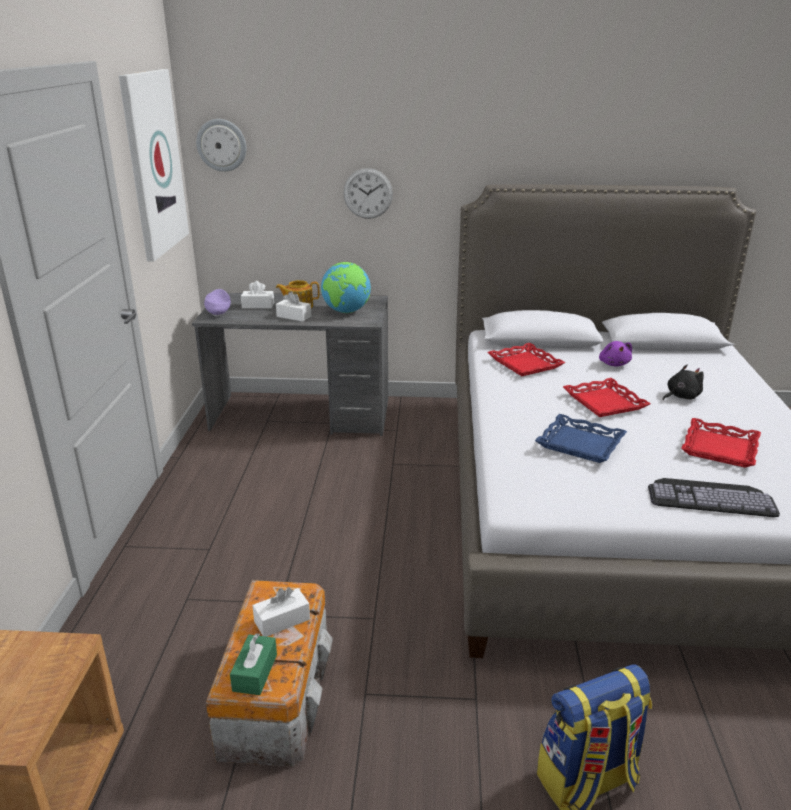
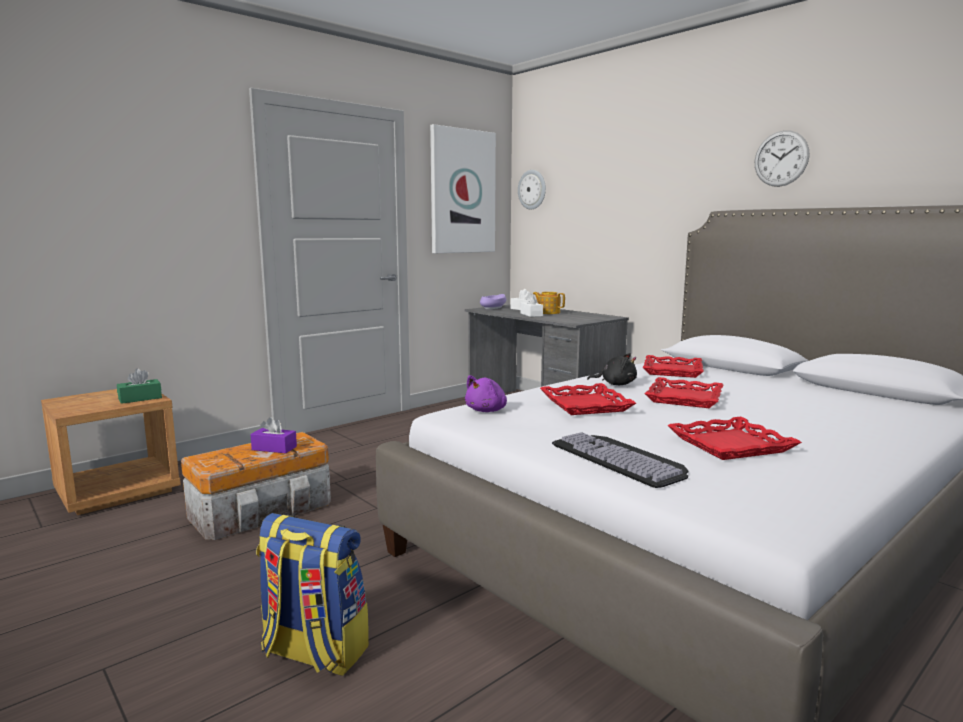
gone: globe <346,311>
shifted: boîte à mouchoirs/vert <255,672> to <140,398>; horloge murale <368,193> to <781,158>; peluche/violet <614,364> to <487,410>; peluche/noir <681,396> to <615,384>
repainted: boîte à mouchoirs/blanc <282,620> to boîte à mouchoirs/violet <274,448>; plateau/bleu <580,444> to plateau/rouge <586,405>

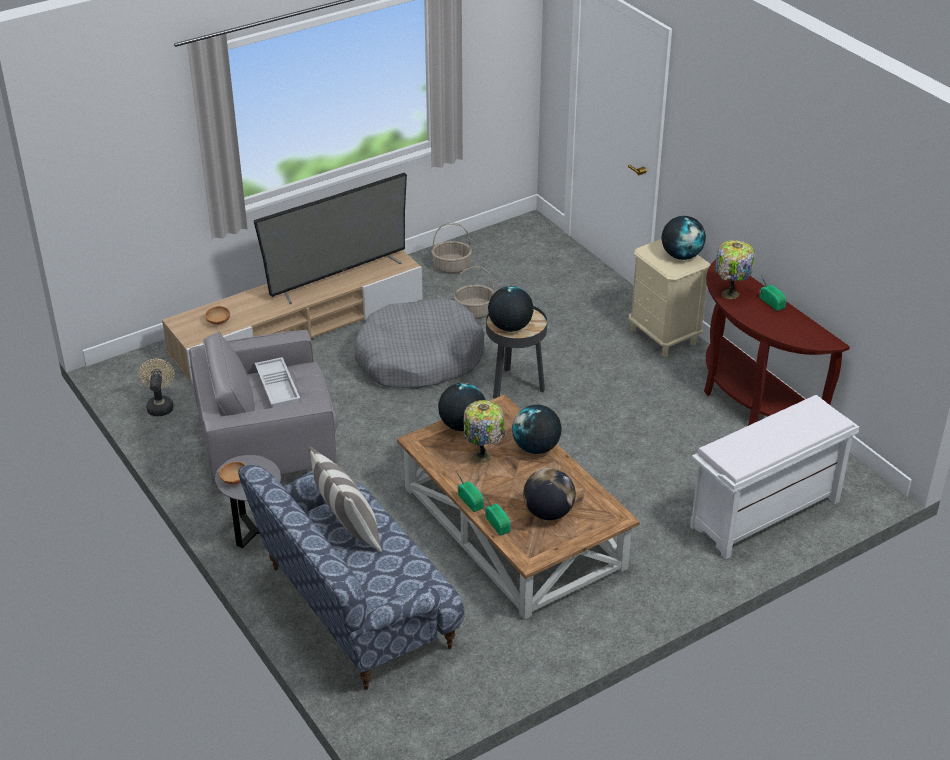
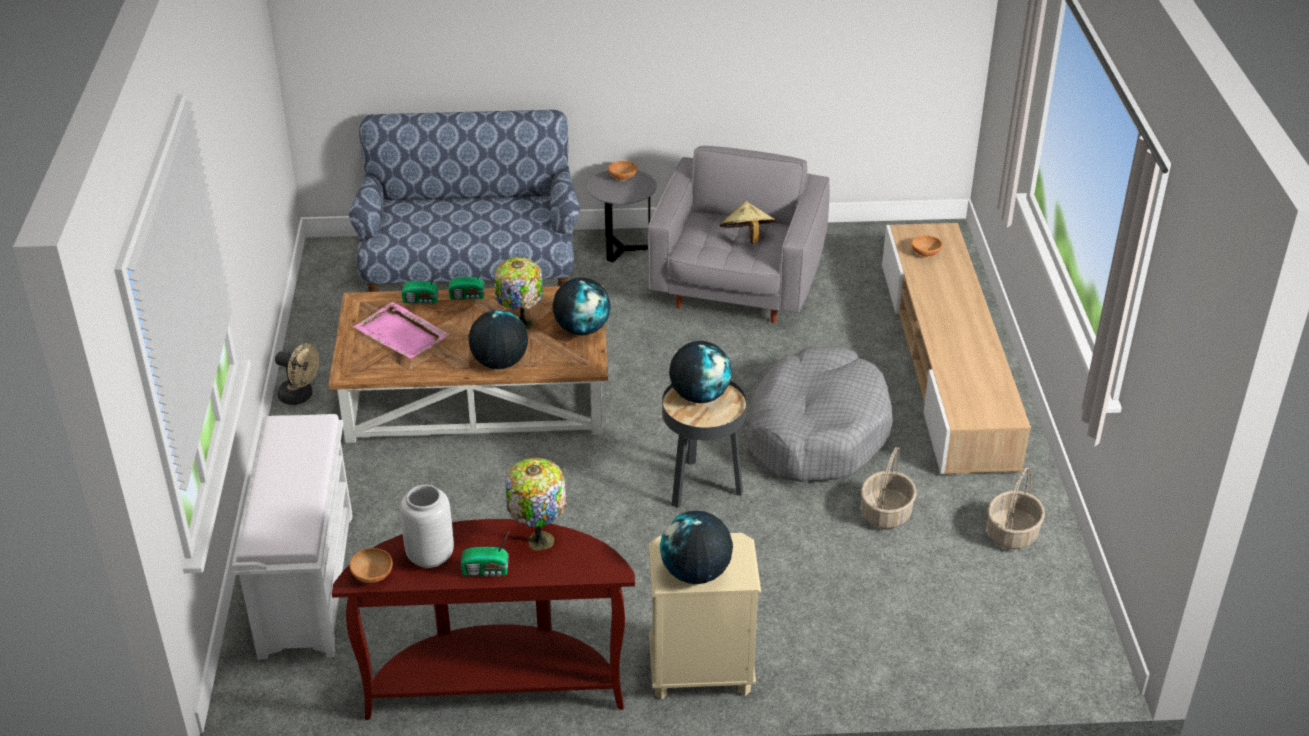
gone: téléviseur <338,276>; coussin <347,530>
new: bol/marron <372,576>; vase/gris <431,555>
shifted: ventilateur/beige <160,405> to <300,396>
swapped: plateau/blanc <279,388> to chapeau/beige <747,237>; globe <548,513> to plateau/rose <402,334>

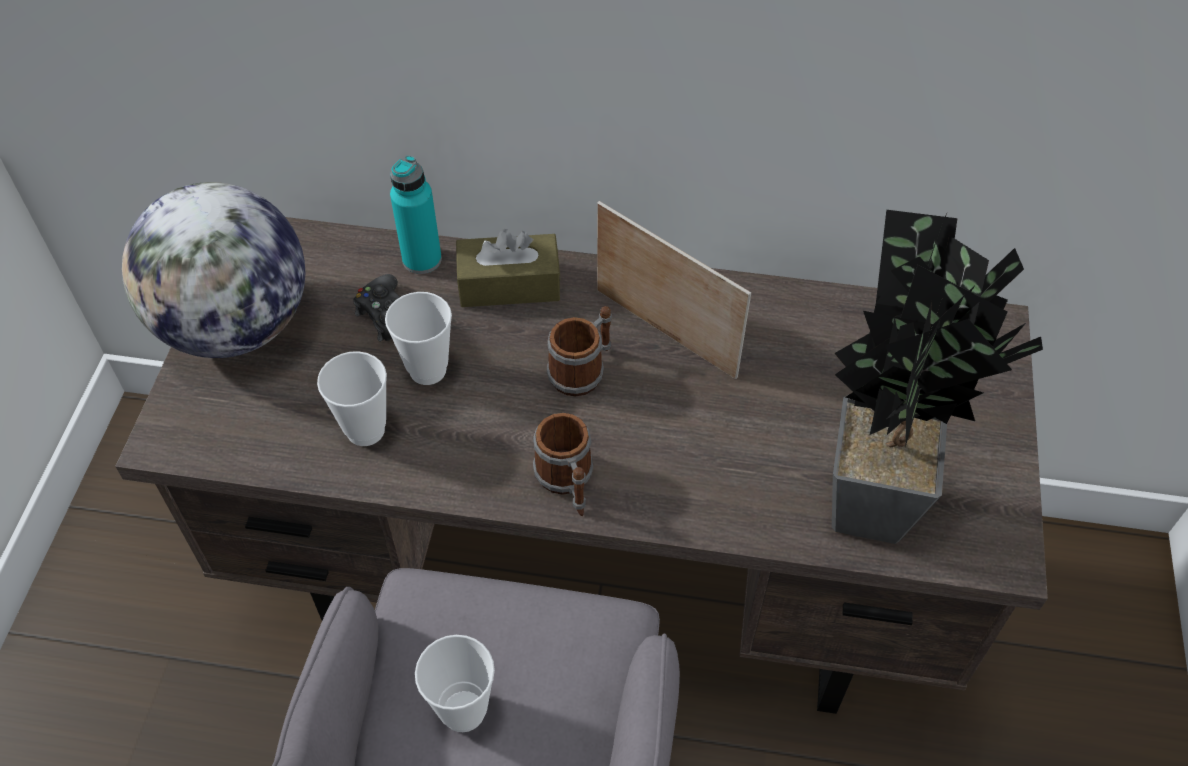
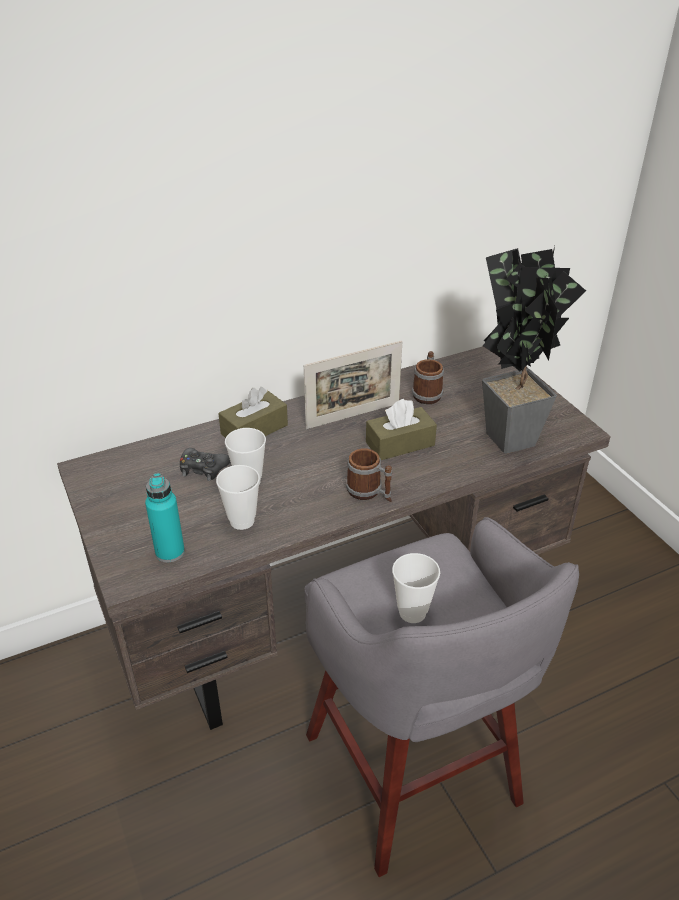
gone: globe <236,326>
new: boîte à mouchoirs/marron <400,444>
shifted: bouteille/turquoise <422,259> to <170,552>; mug <583,370> to <427,393>
rotated: cadre photo <665,332> = <353,416> 150 degrees clockwise

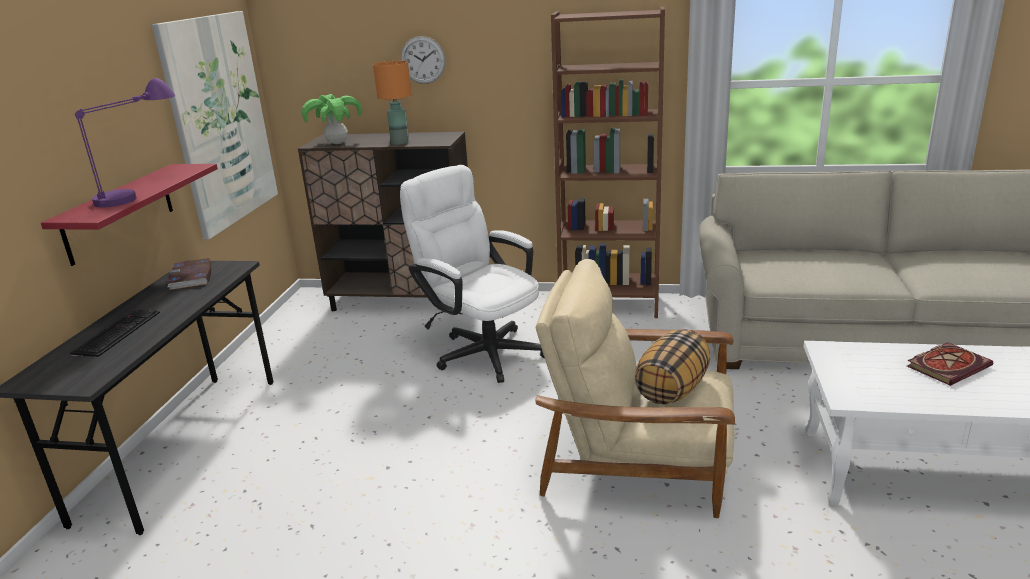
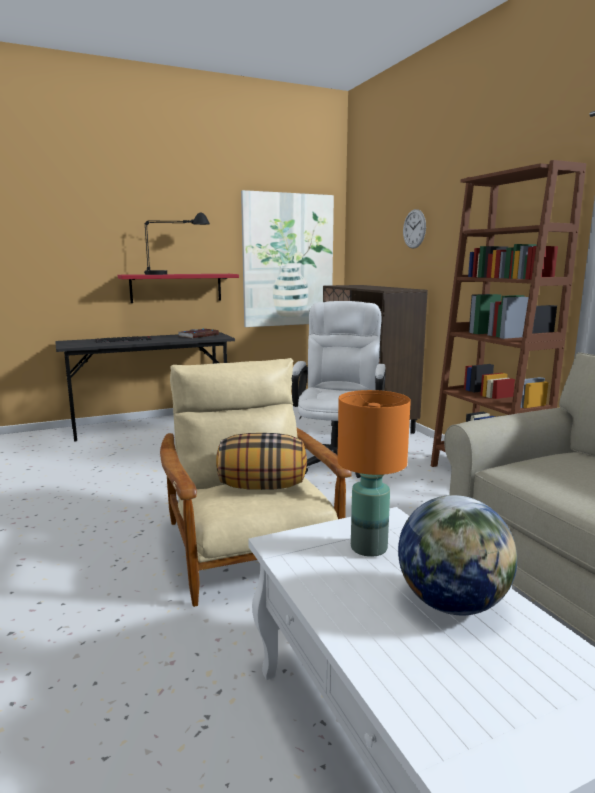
gone: plante en pot <337,143>
shifted: lampe de table/orange <400,143> to <370,548>
swapped: livre <948,365> to globe <452,604>
repainted: lampe de table/violet <143,191> to lampe de table/noir <176,274>

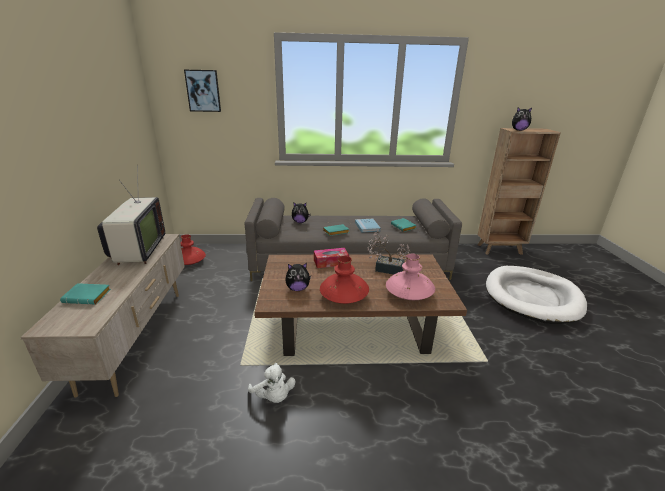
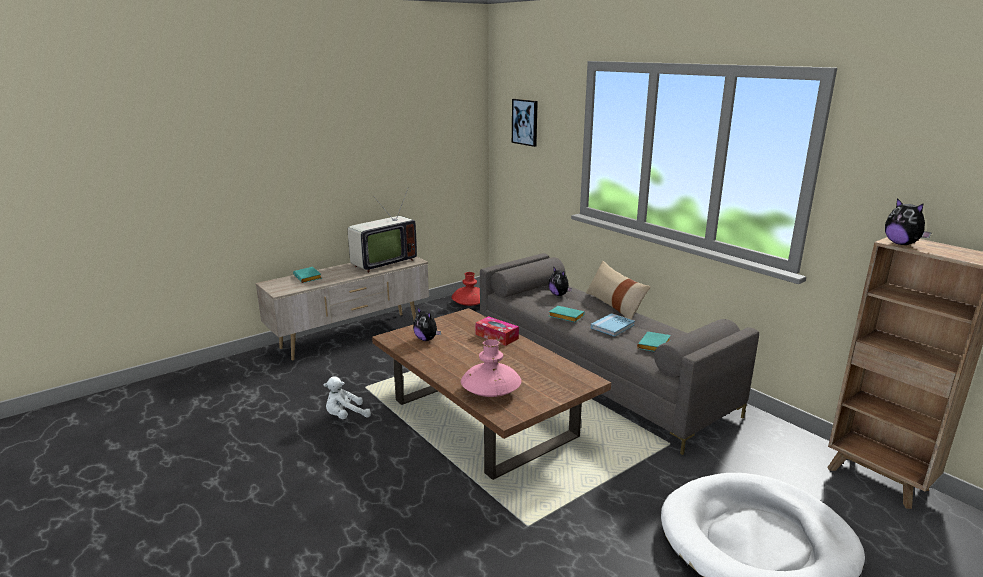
gone: vase/rouge <344,296>; plante en pot <386,268>
new: coussin/beige <614,305>
rotated: peluche/blanc <273,397> = <345,416> 45 degrees clockwise

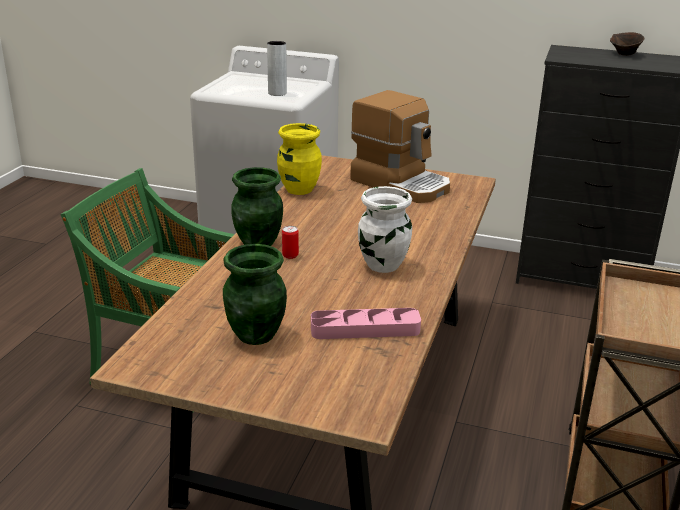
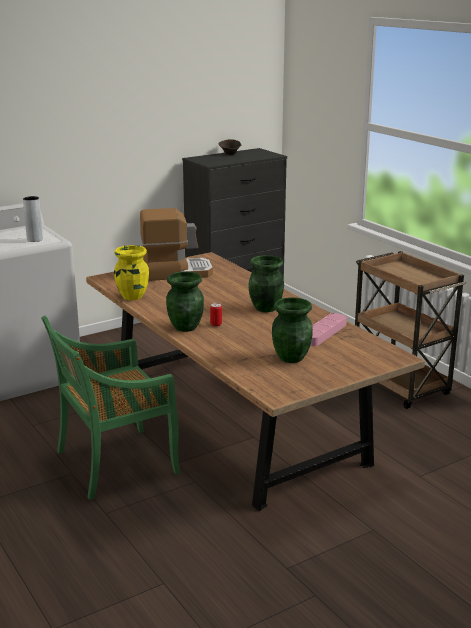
repainted: vase/blanc <382,265> to vase/vert <265,308>

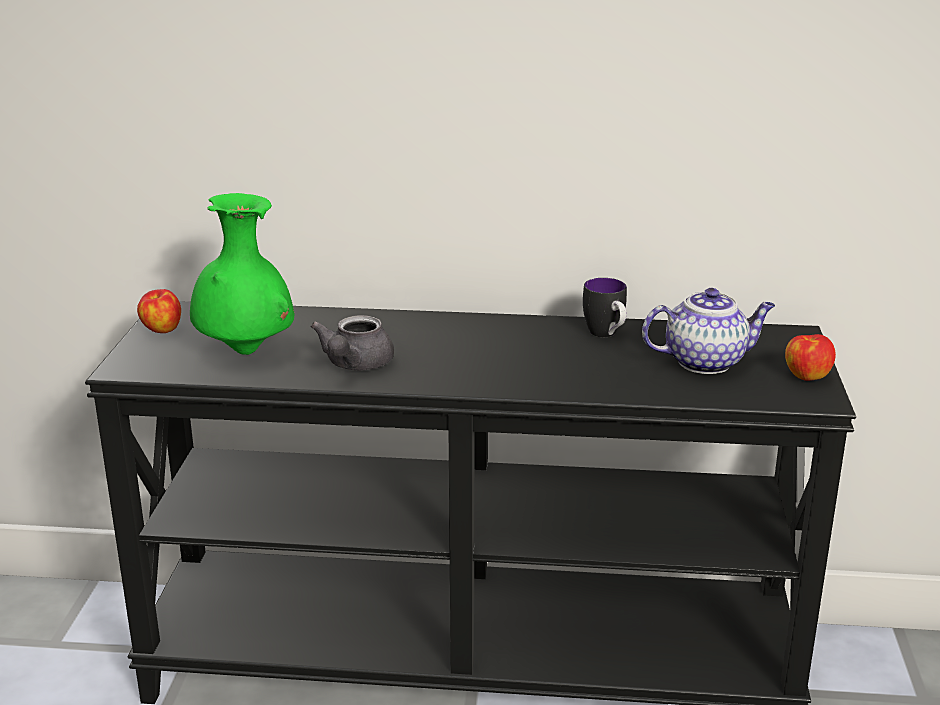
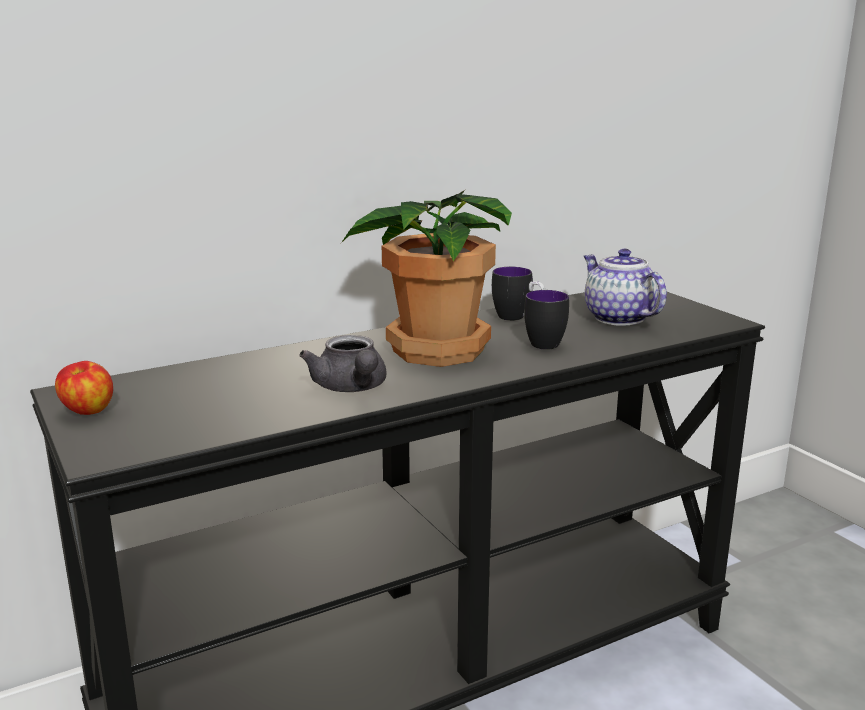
gone: vase/vert <246,351>; pomme <806,376>
new: plante en pot <434,349>; mug <543,342>
rotated: théière <706,362> = <617,318> 75 degrees counterclockwise

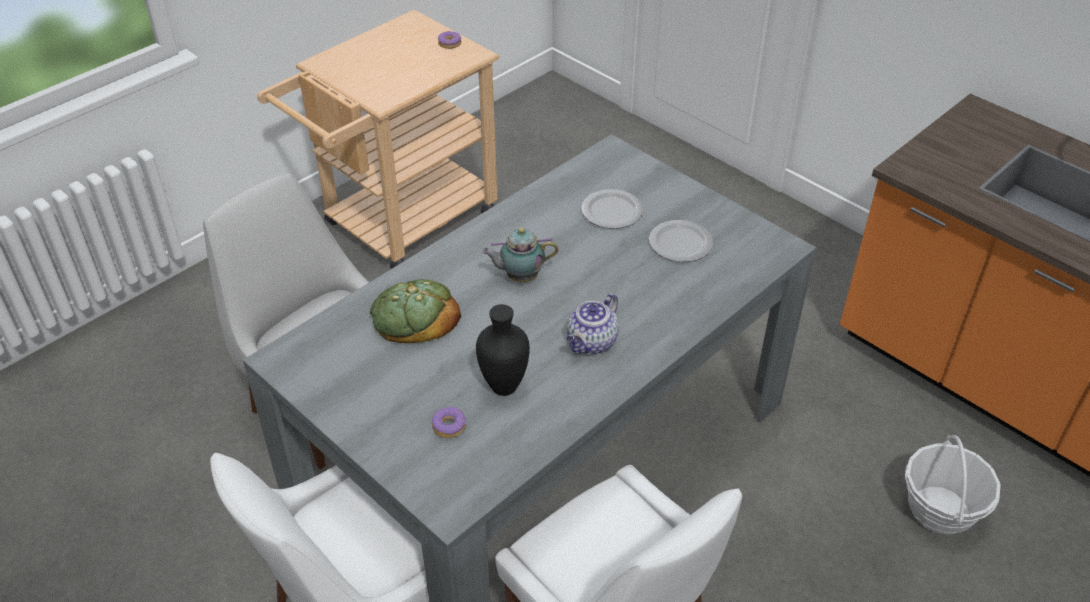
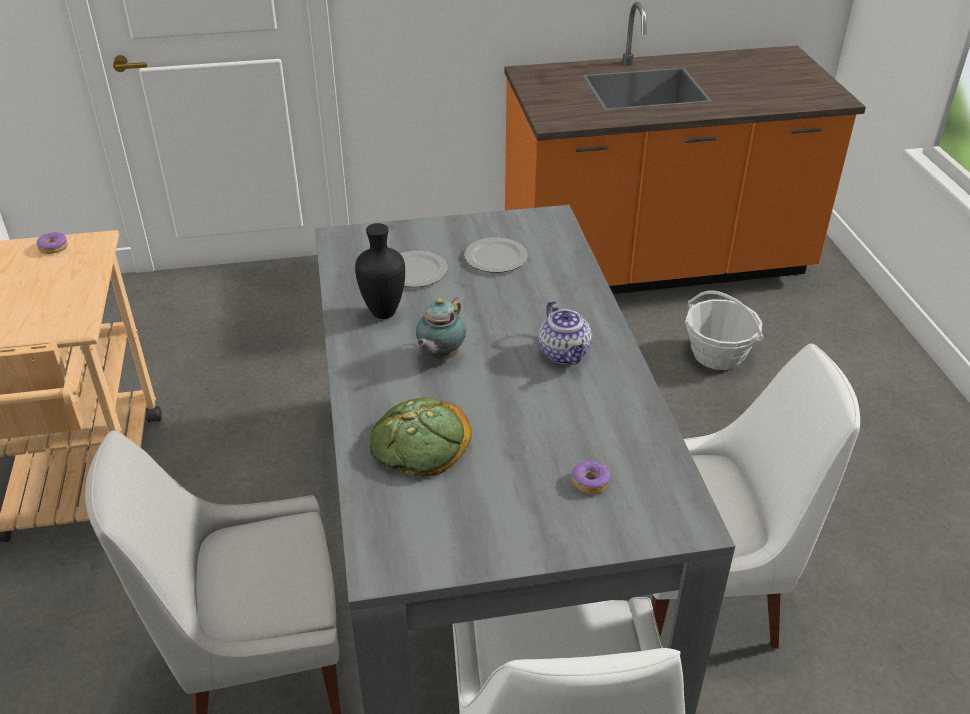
shifted: vase/noir <504,388> to <385,313>

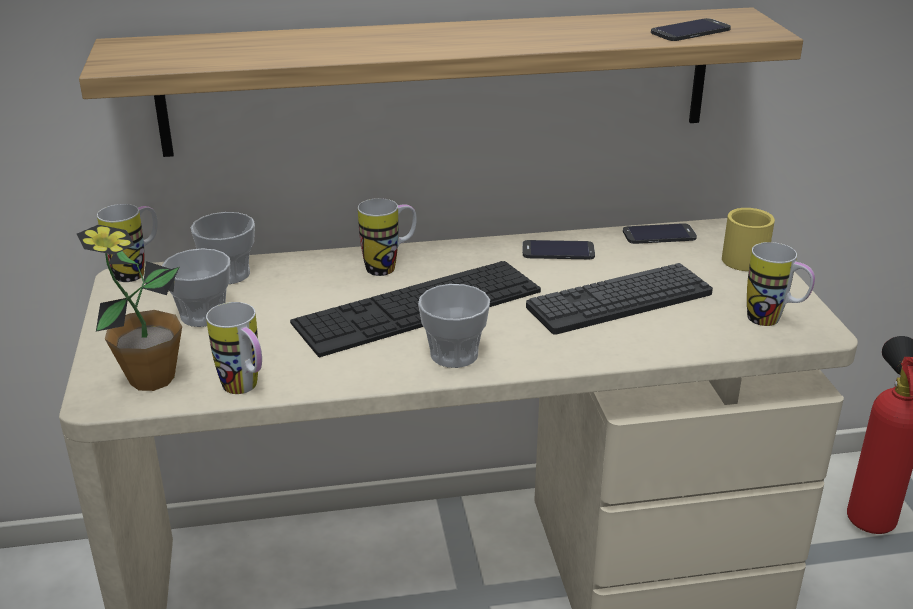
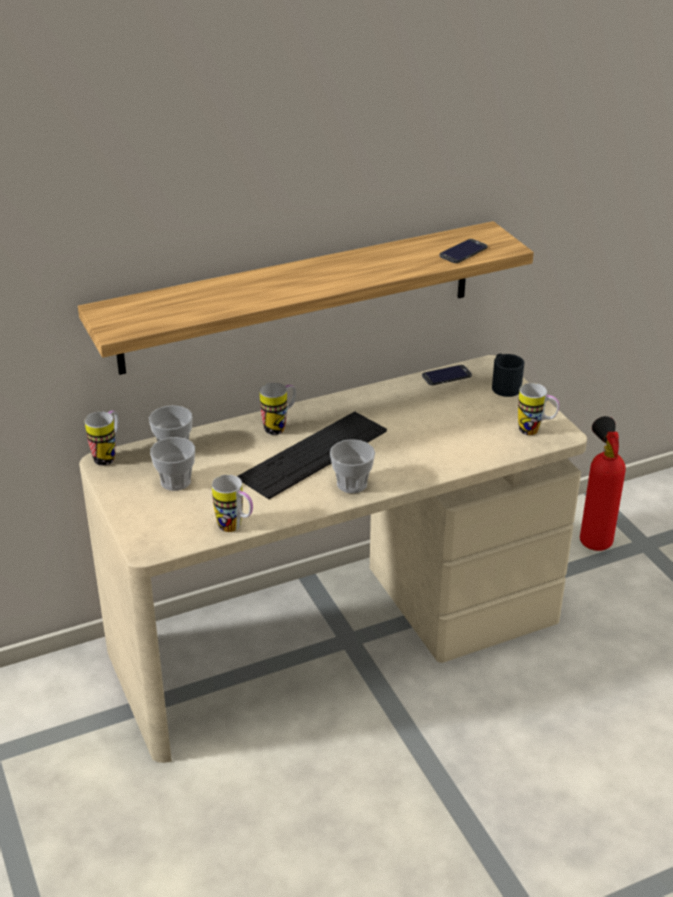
gone: plante en pot <152,379>; téléphone <558,251>; clavier <619,300>
repainted: mug/jaune <741,256> to mug/noir <504,385>

